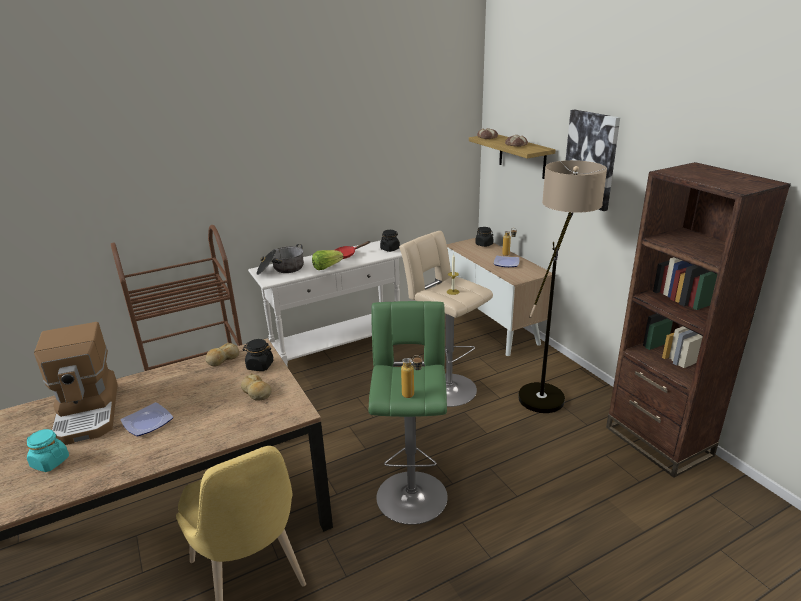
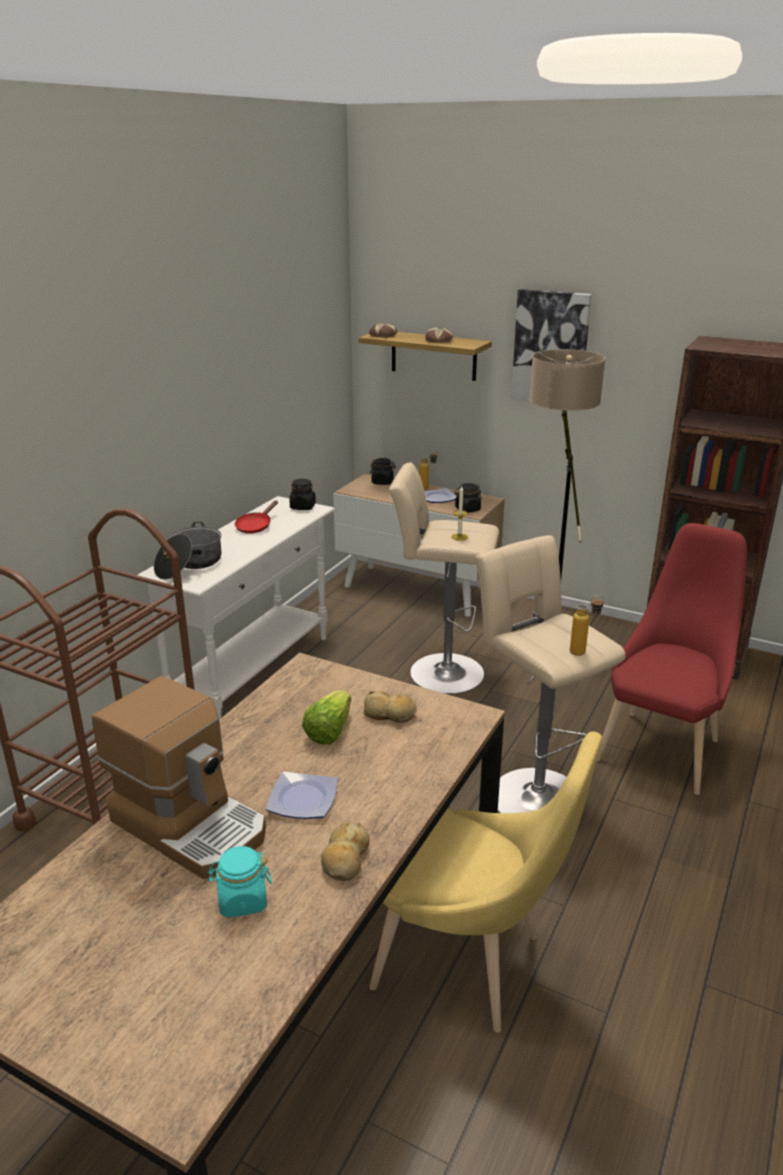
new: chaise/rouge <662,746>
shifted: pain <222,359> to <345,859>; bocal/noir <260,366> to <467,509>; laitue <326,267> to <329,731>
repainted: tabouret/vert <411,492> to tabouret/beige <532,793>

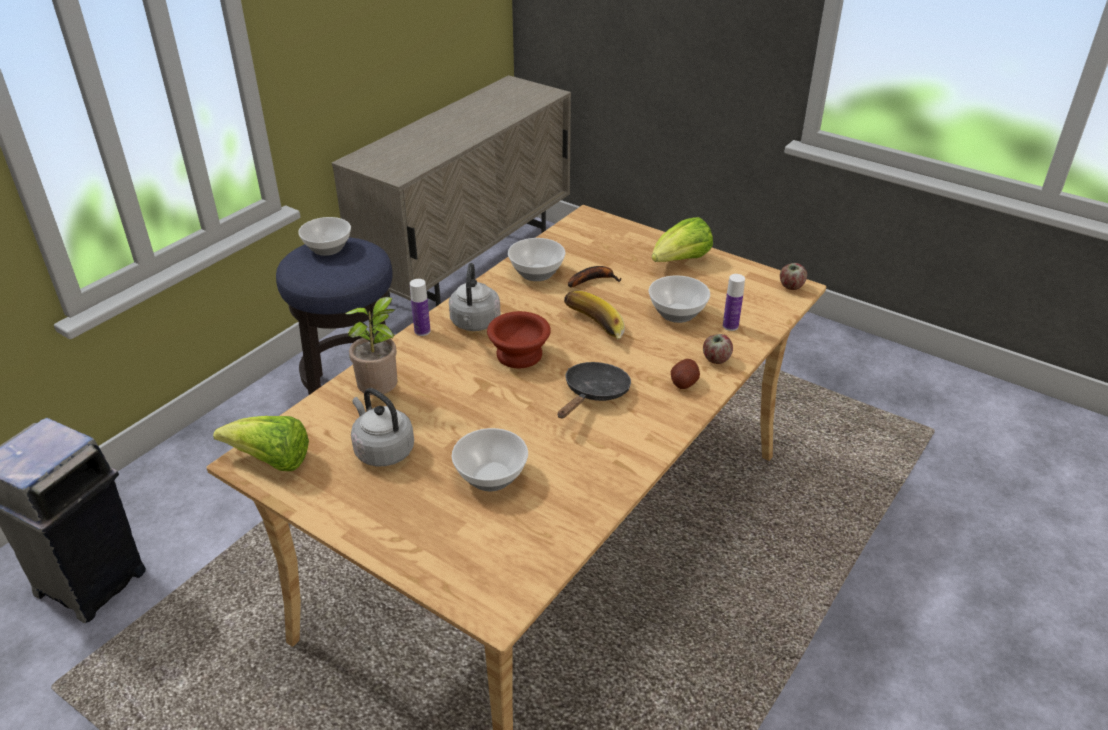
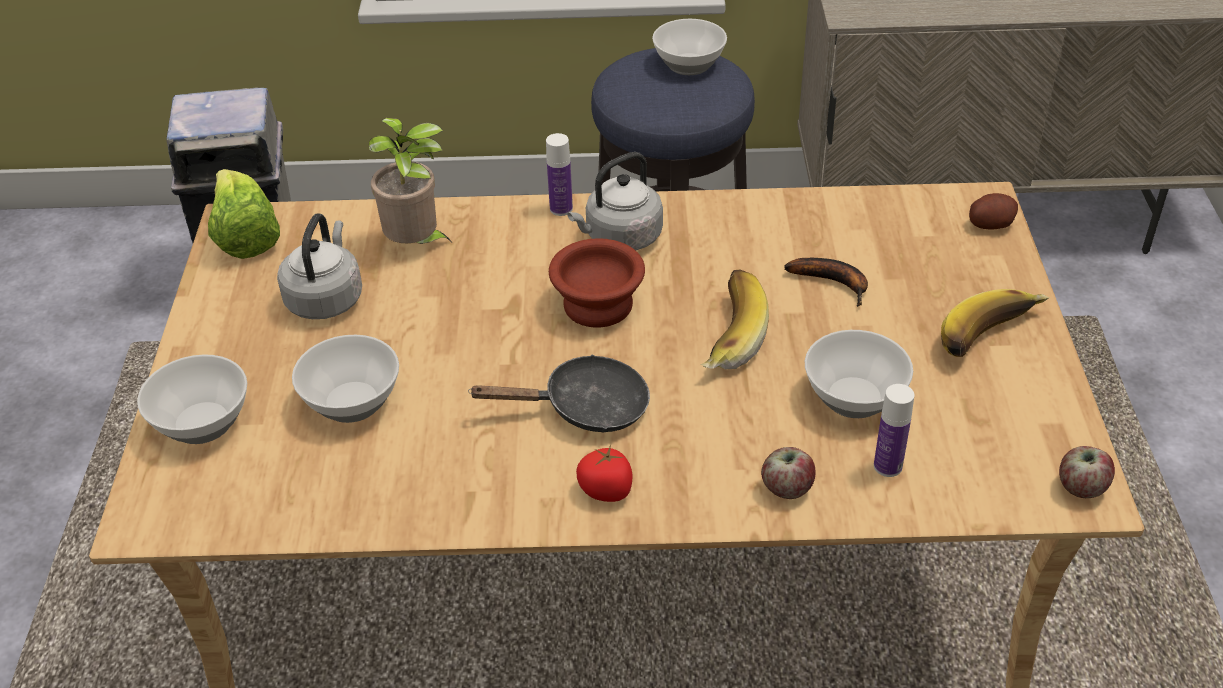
new: tomate <606,490>
shifted: bol <537,272> to <204,423>; pomme de terre <684,383> to <990,224>
swapped: laitue <680,261> to banane <991,340>

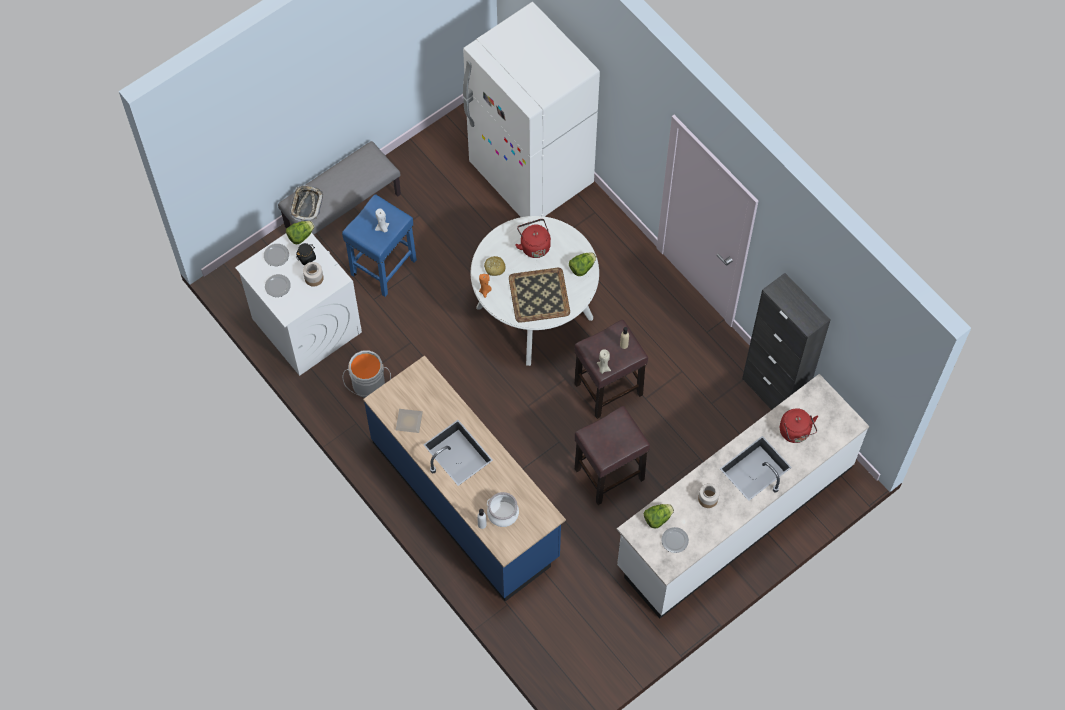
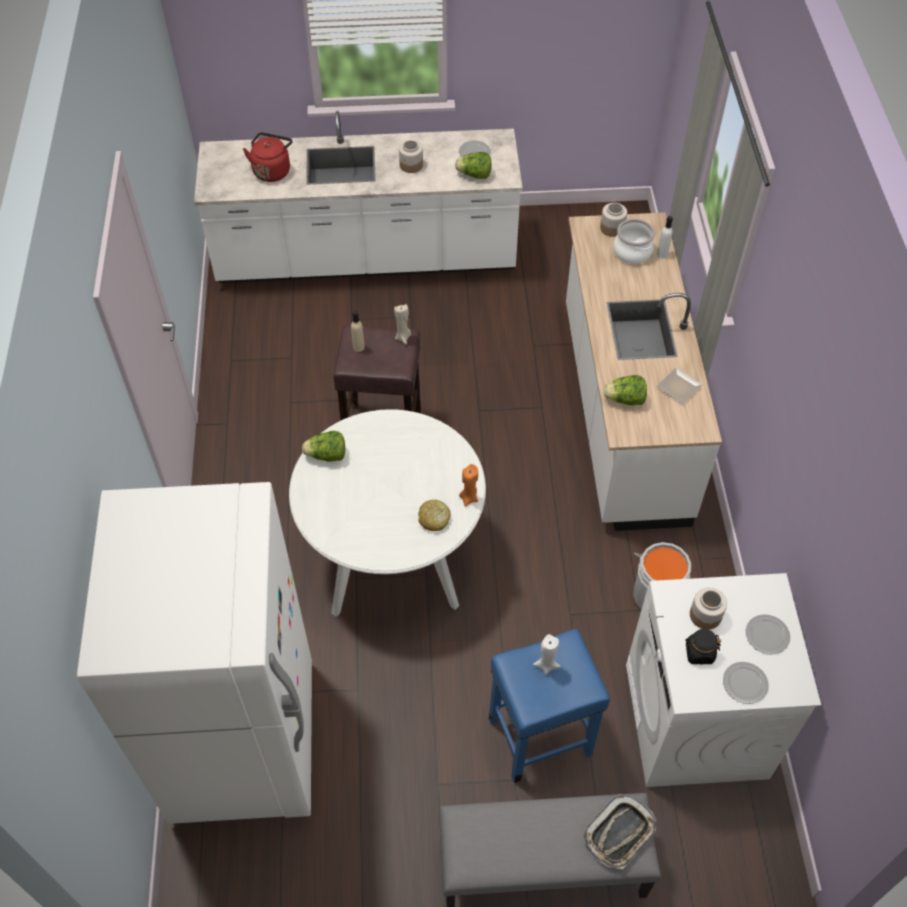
gone: plateau <538,295>; bouilloire/rouge <534,245>; tabouret/marron <608,475>; meuble de rangement/noir <773,393>
new: bocal <612,228>
shifted: laitue <300,236> to <625,400>
repainted: comptoir de cuisine/bleu <466,499> to comptoir de cuisine/blanc <621,412>

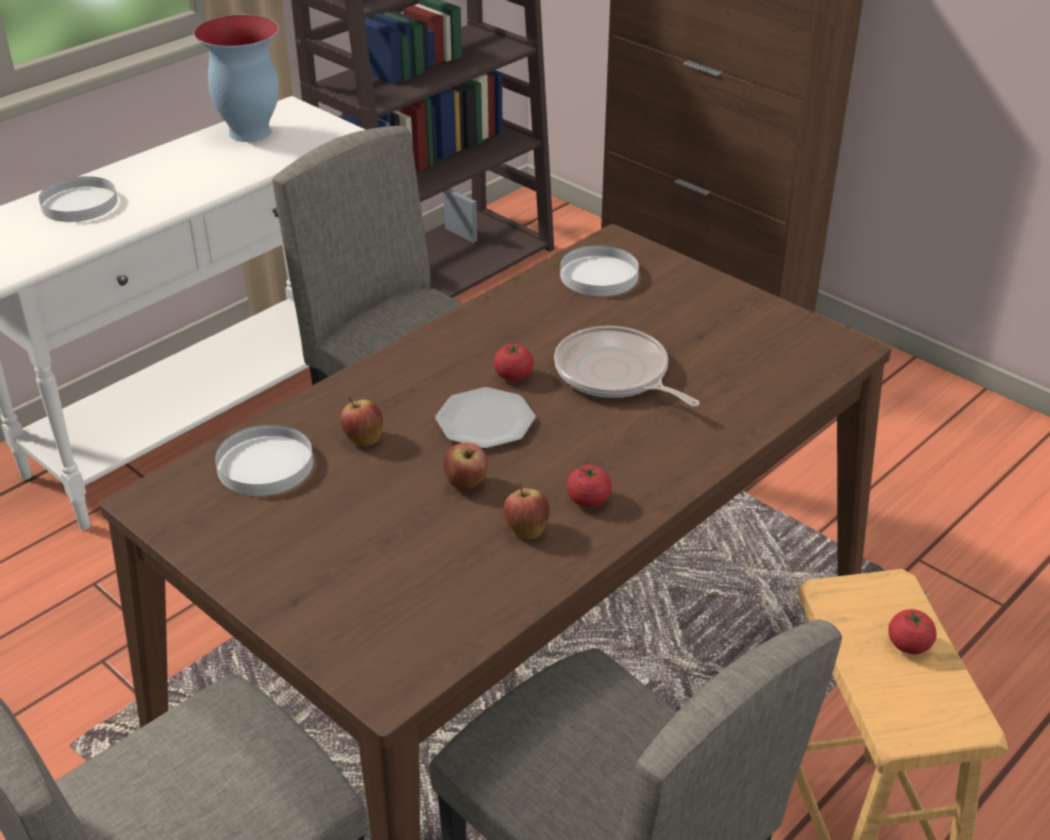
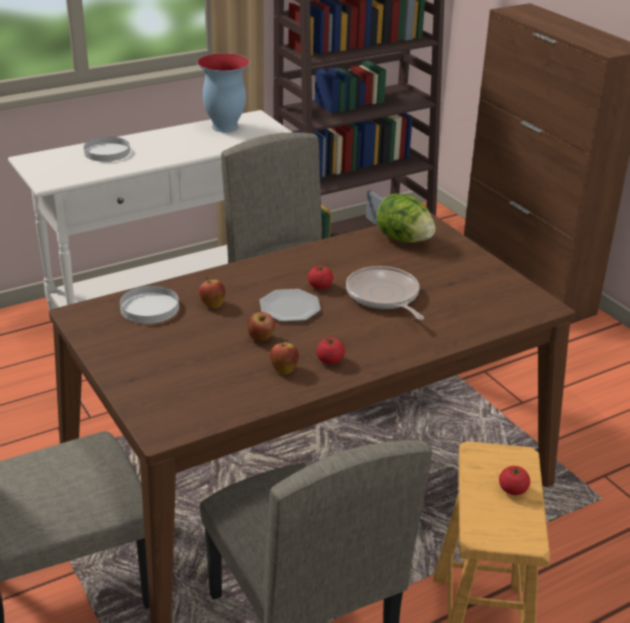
swapped: assiette/blanc <599,275> to laitue <404,239>

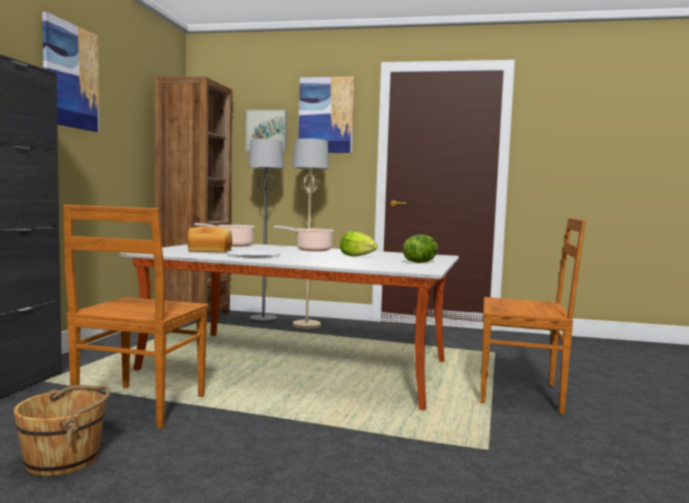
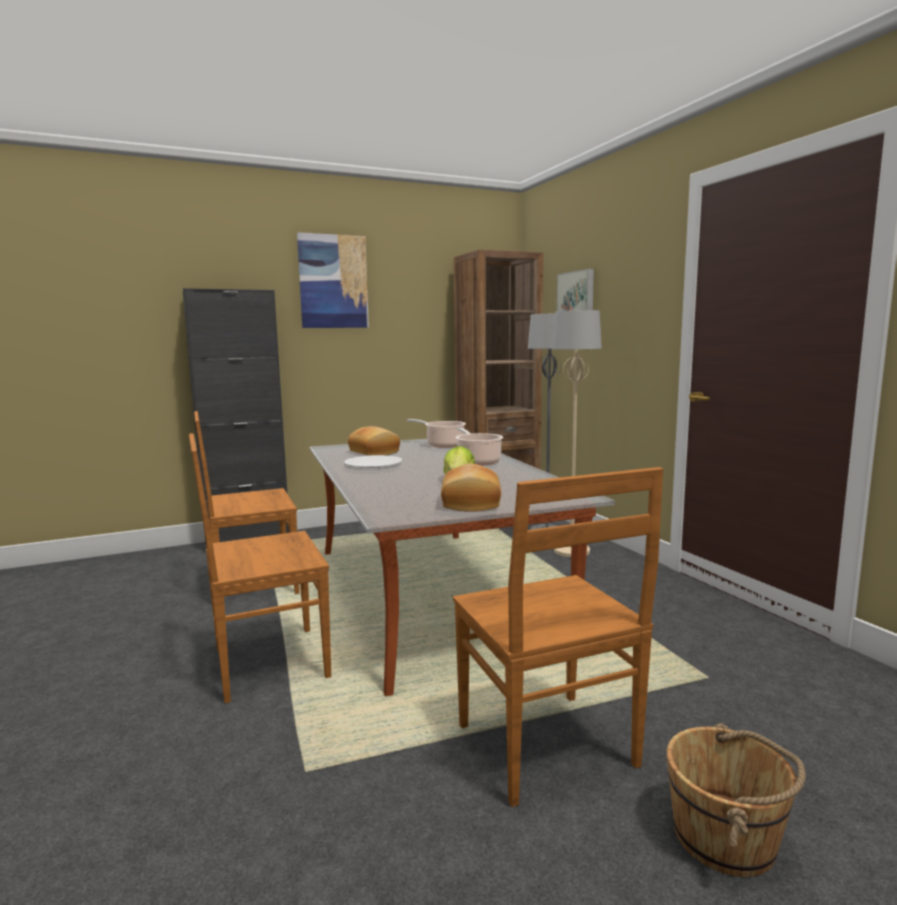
gone: tableau <326,115>
new: chaise/marron <266,664>
shifted: seau/marron <64,459> to <726,838>
swapped: laitue <420,262> to pain <469,503>

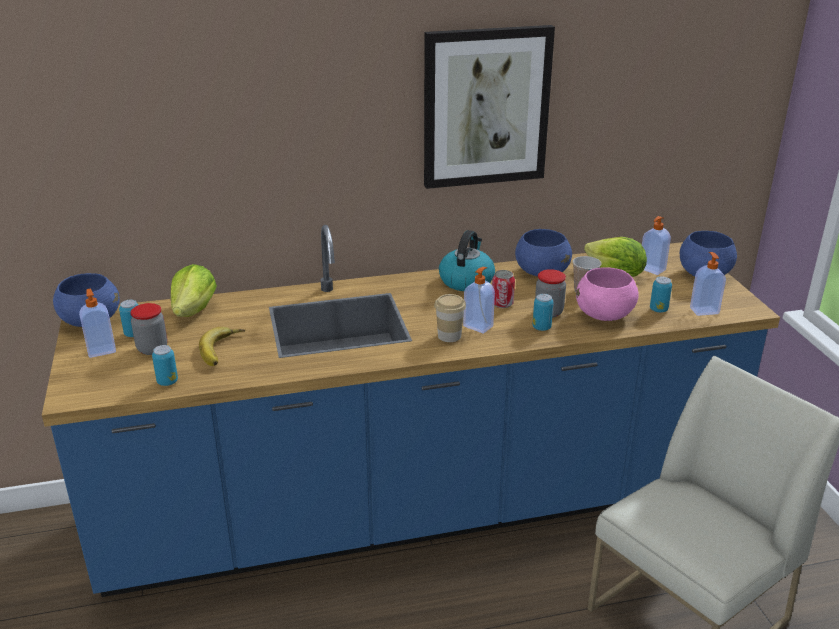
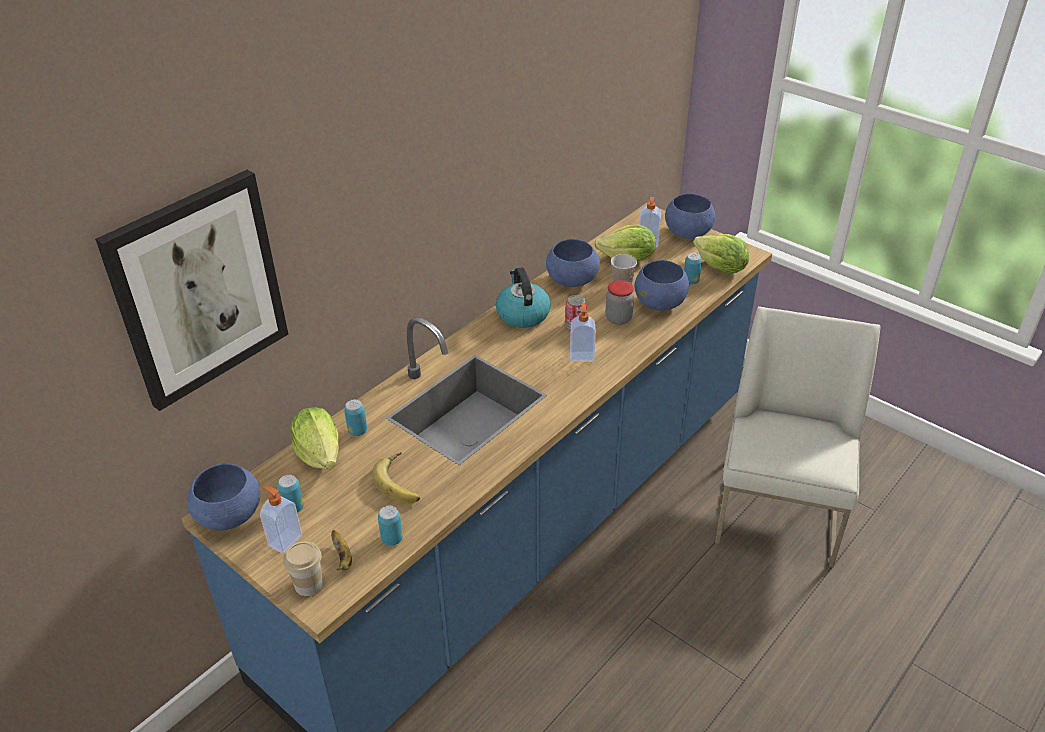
gone: bocal <152,348>
new: banane <343,558>
shifted: tableau <485,107> to <199,289>; tasse <449,336> to <308,584>; boîte métallique <541,327> to <357,431>
swapped: distributeur de savon <704,310> to laitue <720,268>
repainted: bol/rose <604,315> to bol/bleu <660,303>

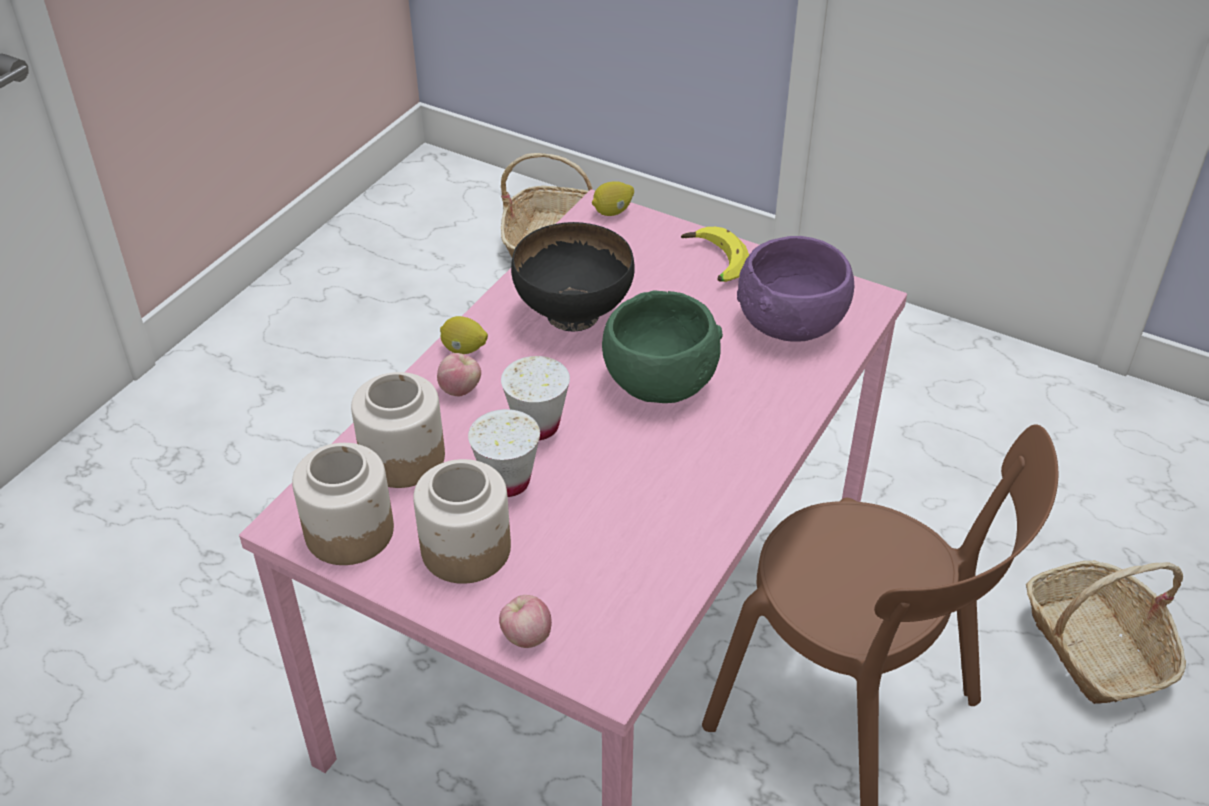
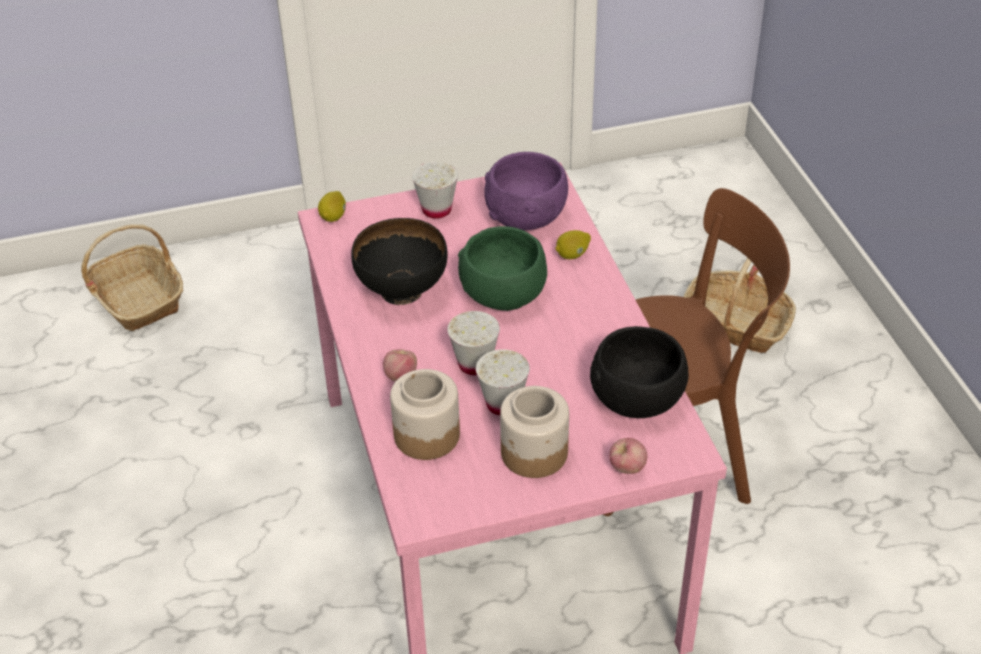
gone: bocal <349,531>
new: bol/noir <637,400>
shifted: citron <464,350> to <572,255>
swapped: banane <713,263> to tasse/blanc <436,210>

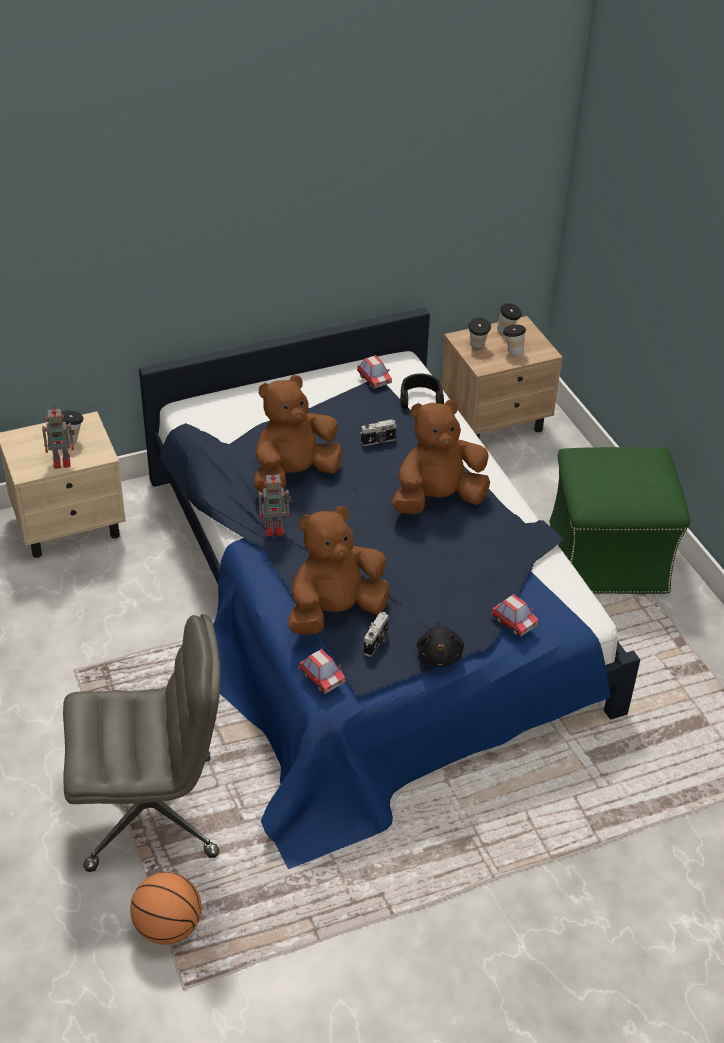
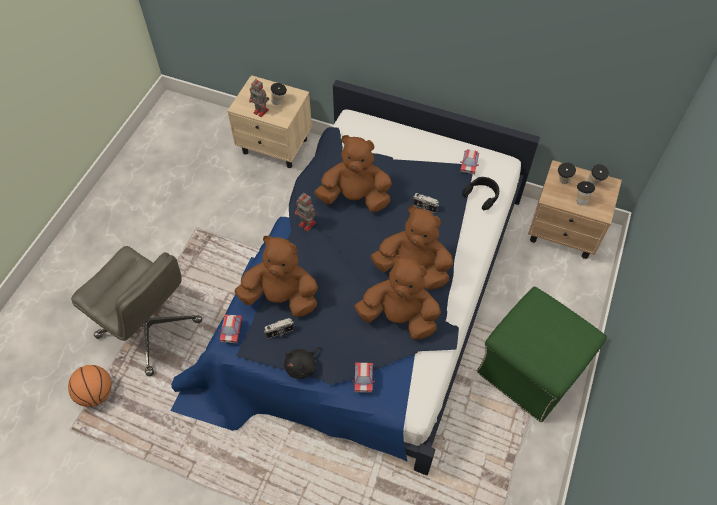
new: peluche/marron <399,317>

